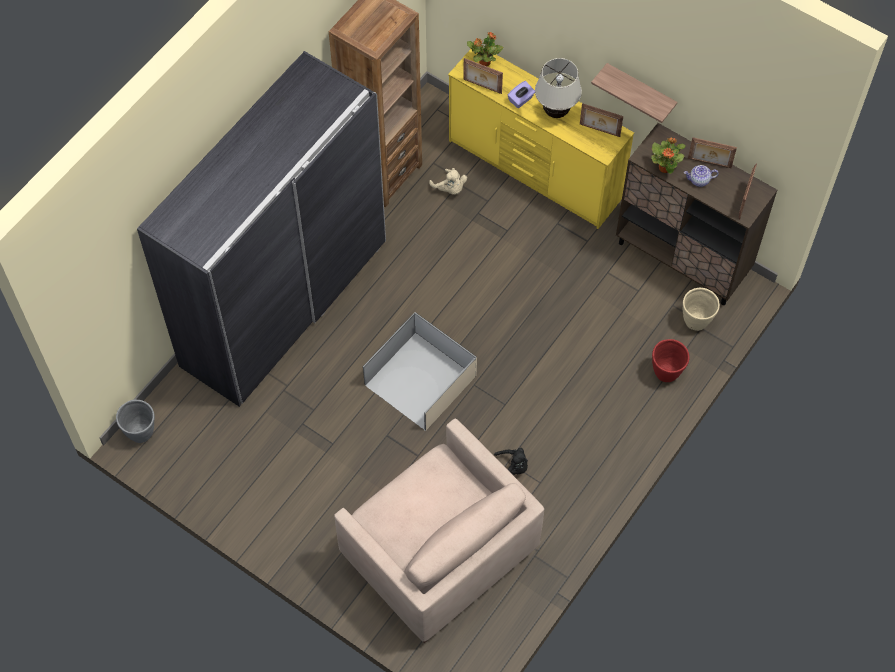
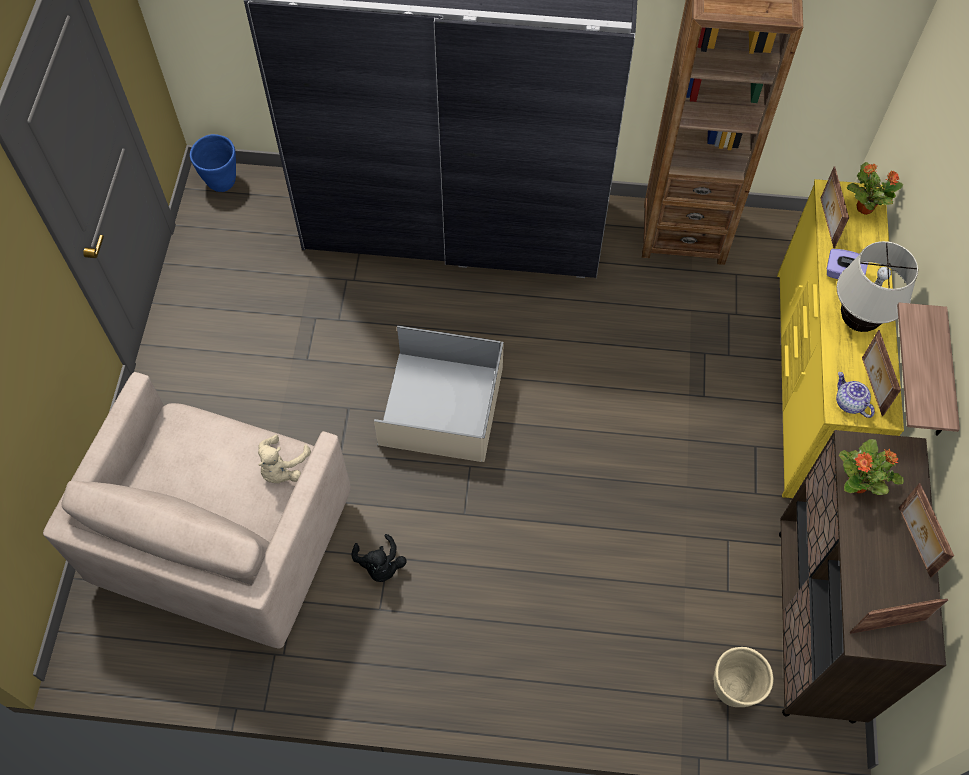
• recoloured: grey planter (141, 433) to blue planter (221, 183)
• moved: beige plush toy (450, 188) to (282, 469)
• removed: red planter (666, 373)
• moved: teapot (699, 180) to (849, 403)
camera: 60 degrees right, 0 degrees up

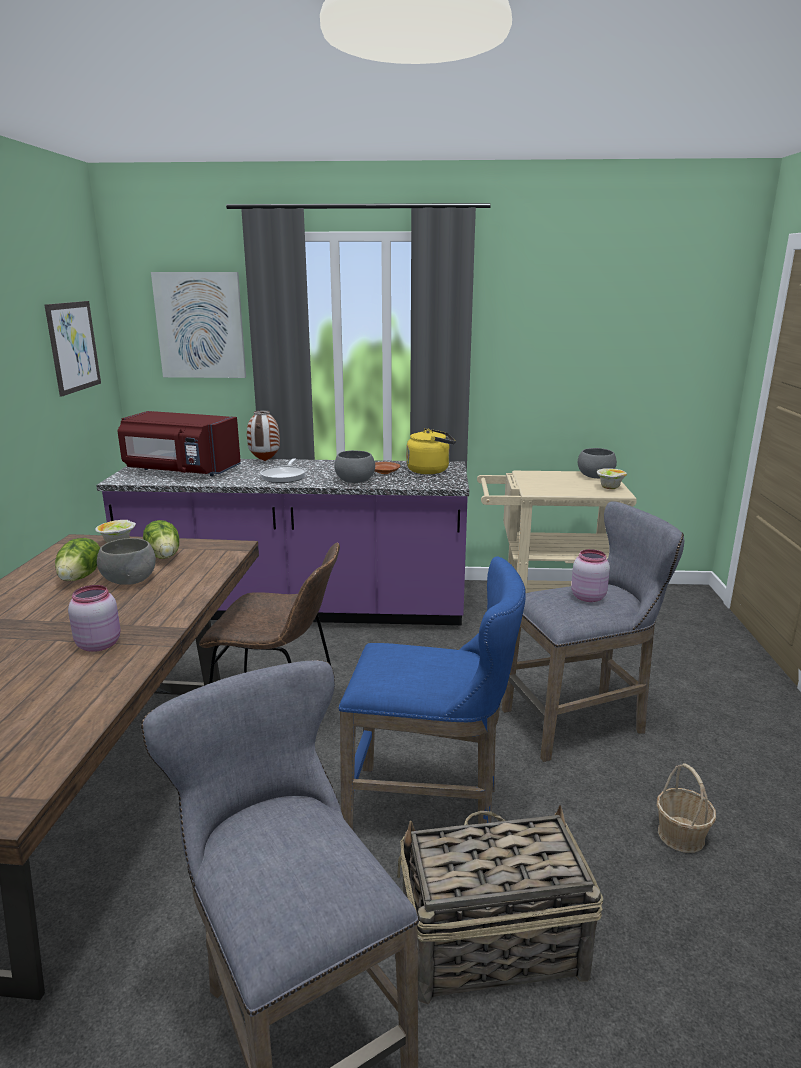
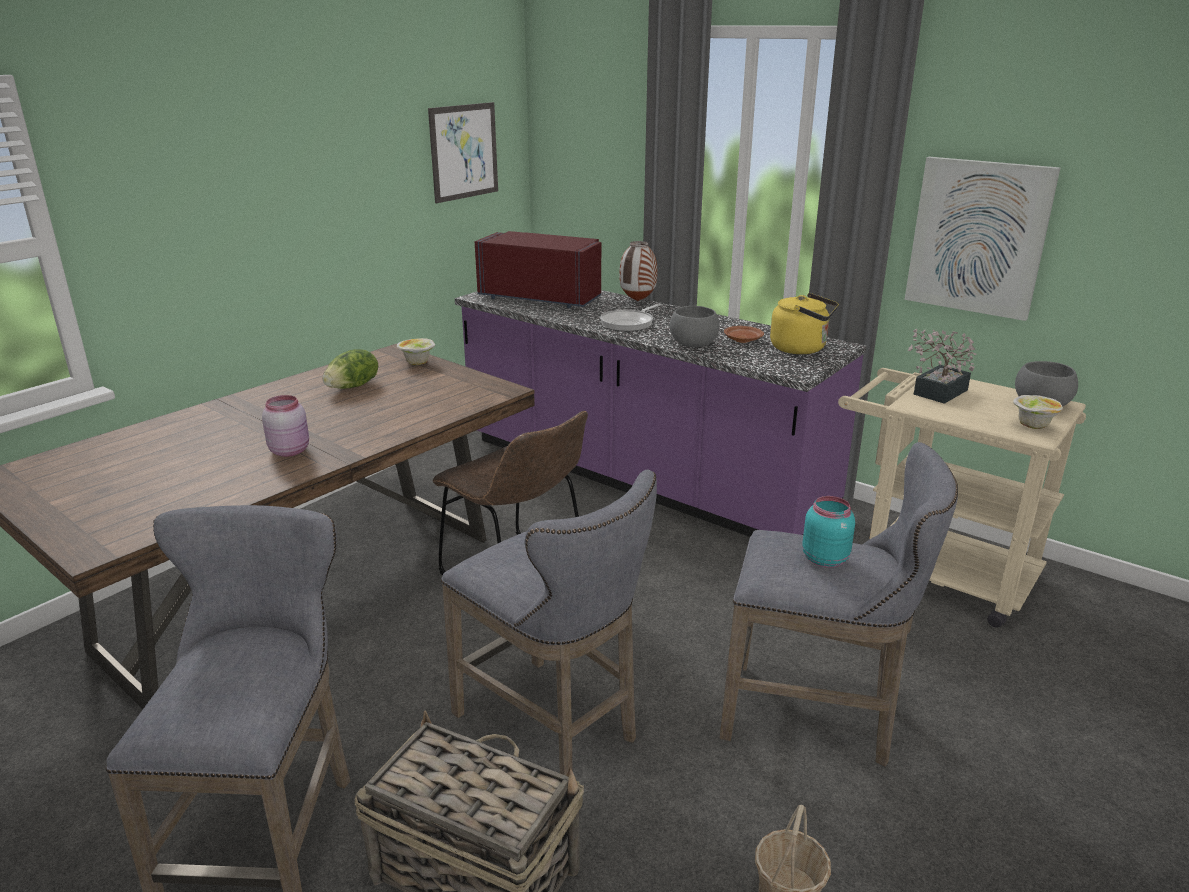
• removed: grey bowl (128, 579)
• turned: red microwave (180, 470) = (543, 297) 150 degrees clockwise
• removed: lettuce (165, 555)
• moved: picture (200, 325) to (978, 237)
• recoloured: blue stool (431, 810) to grey stool (553, 729)
• recoloured: pink jar (587, 597) to turquoise jar (824, 558)
• added: potted plant (936, 394)
camera: 35 degrees right, 5 degrees up

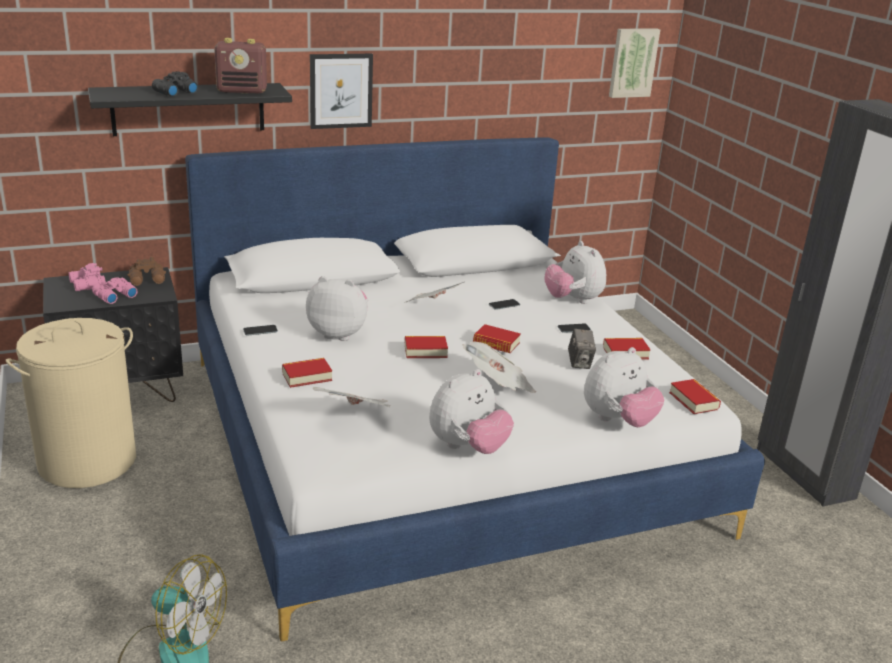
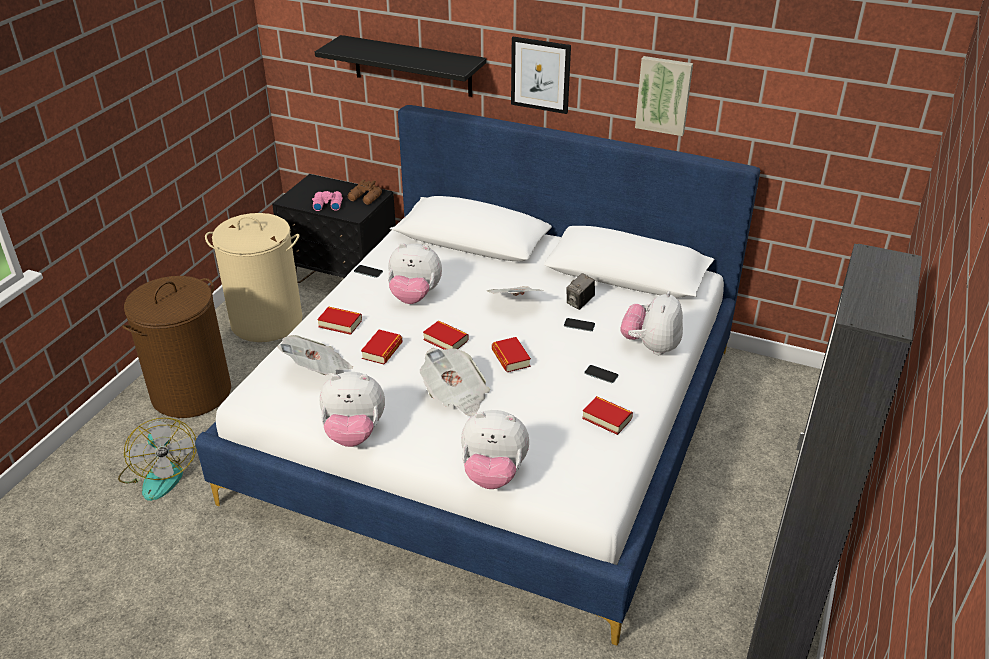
• removed: pink binoculars (87, 285)
• removed: black binoculars (174, 92)
• removed: radio (242, 91)
• turned: plush toy (339, 333) = (414, 297) 135 degrees clockwise
• moved: photo camera (579, 363) to (580, 303)
• moved: picture (632, 62) to (664, 95)
• moved: book (693, 401) to (382, 351)
• added: brown laundry basket (191, 392)
camera: 45 degrees right, 10 degrees up

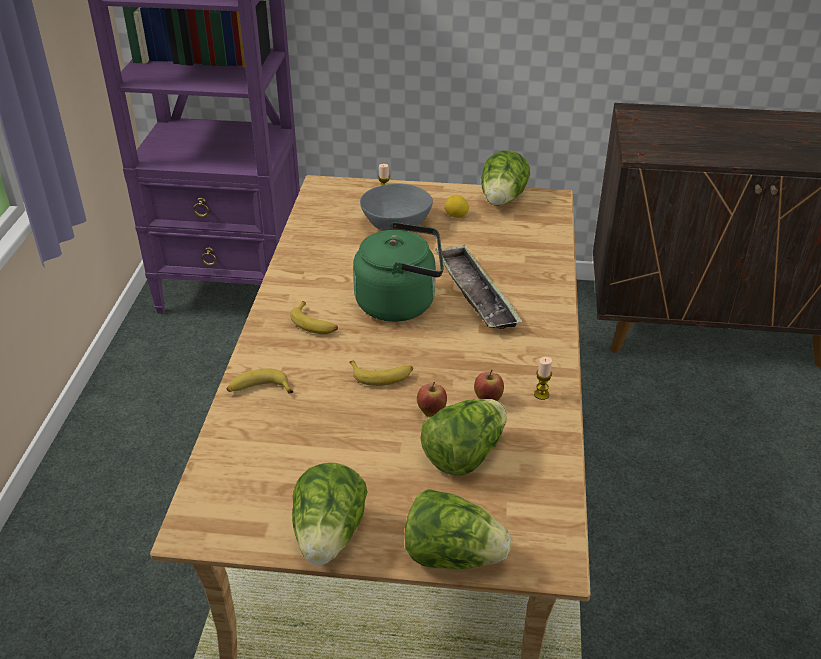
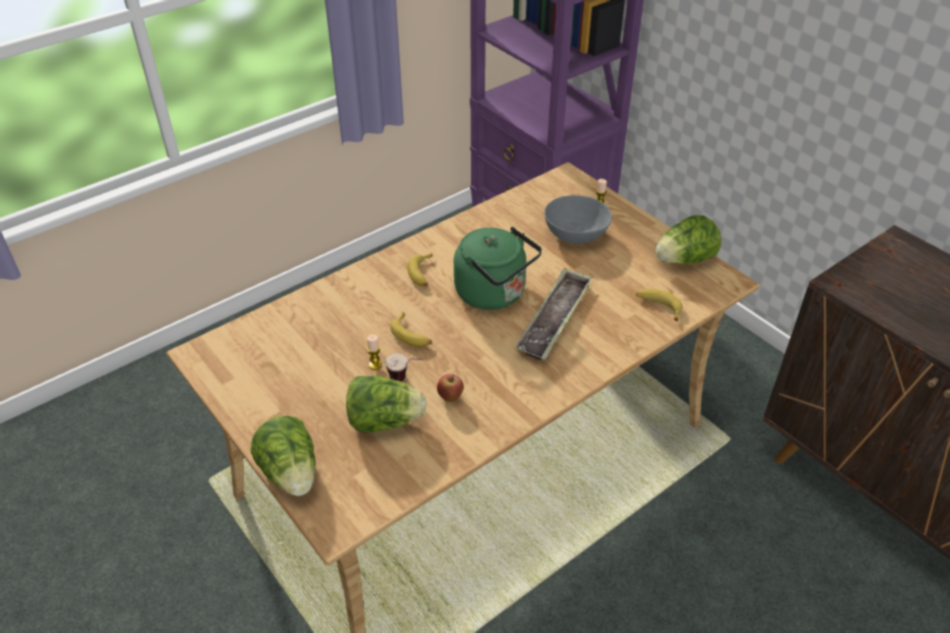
• moved: banana (259, 389) to (658, 306)
• removed: lettuce (329, 536)
• replaced: apple (431, 412) to cup (406, 379)
• removed: lemon (456, 216)
• moved: candle (541, 394) to (375, 365)
camera: 45 degrees right, 5 degrees up

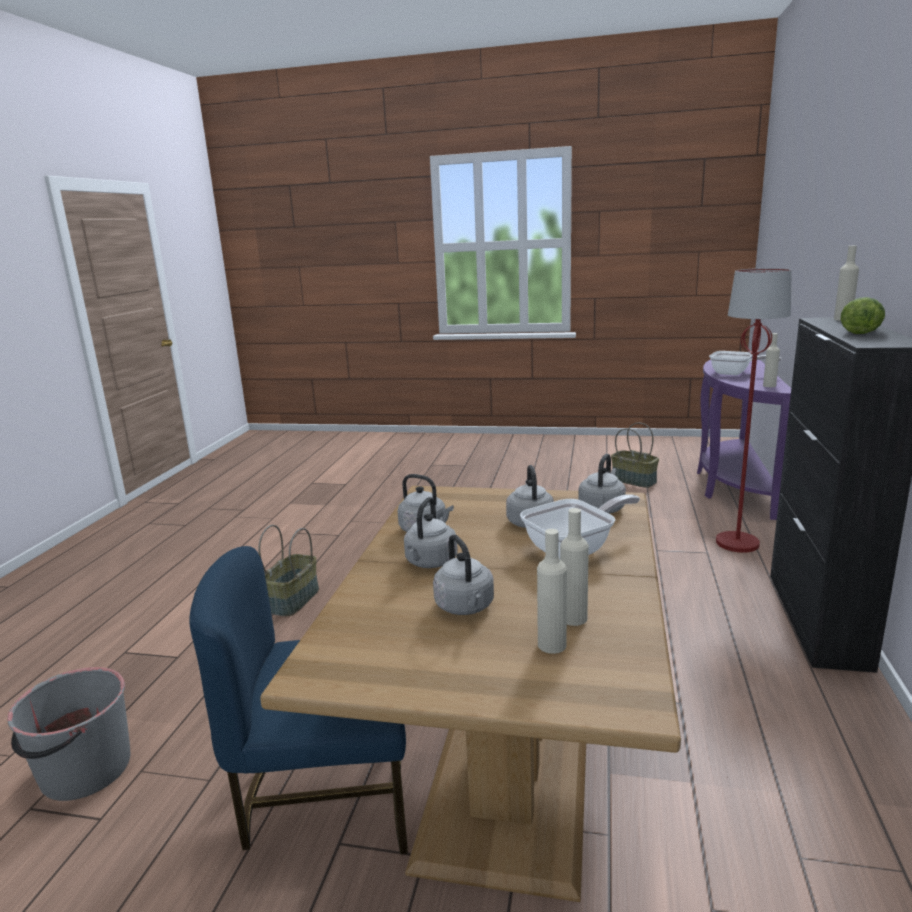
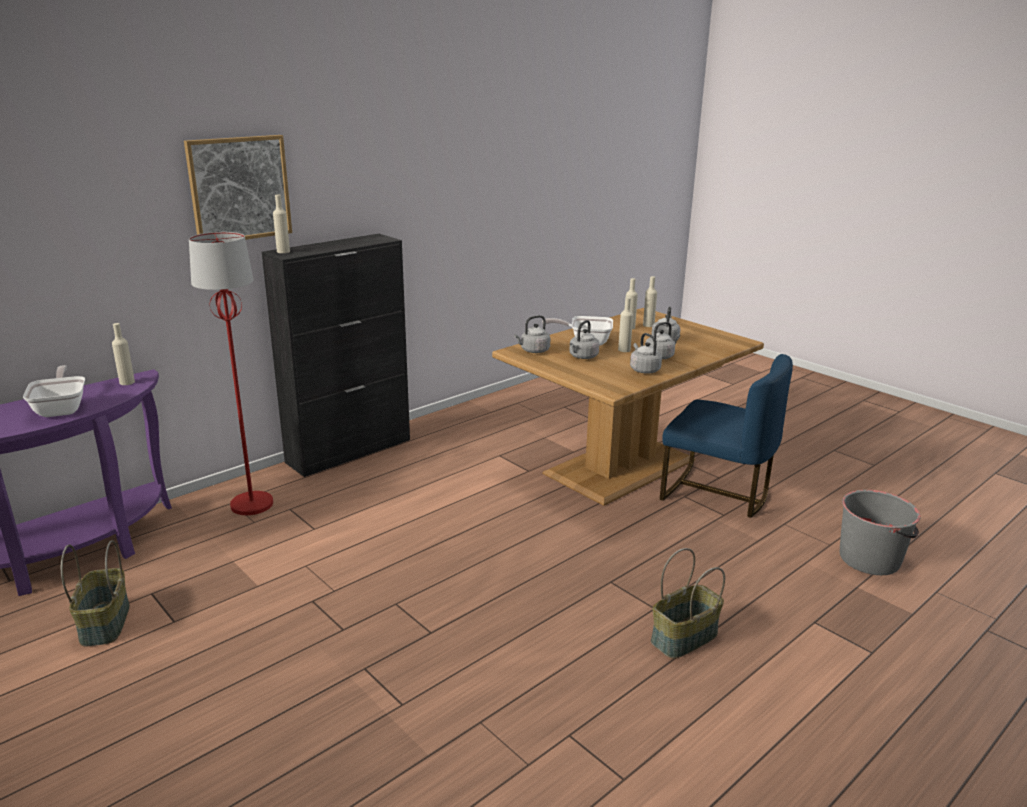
• removed: lettuce (860, 331)
• added: picture (239, 189)
• added: beige bottle (624, 350)
camera: 145 degrees left, 5 degrees up

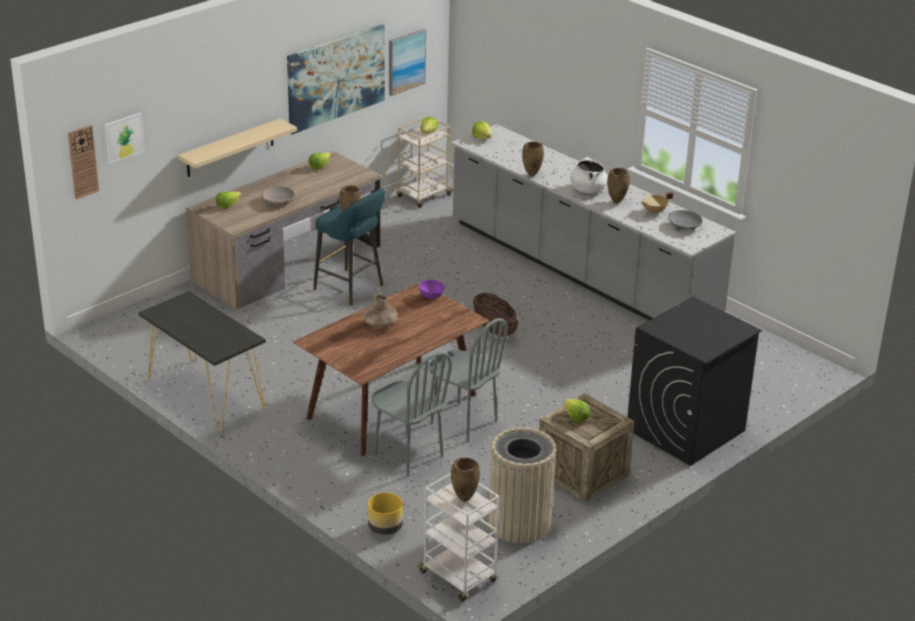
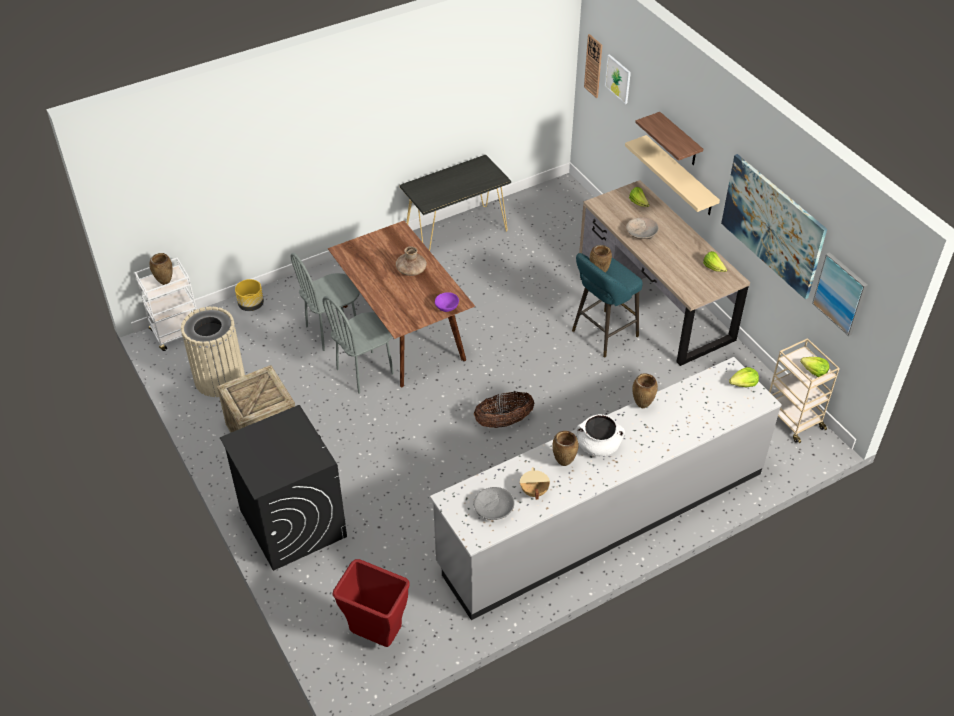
• removed: lettuce (575, 417)
• added: red trash can (375, 636)
• added: shelf (679, 140)
camera: 105 degrees right, 15 degrees up

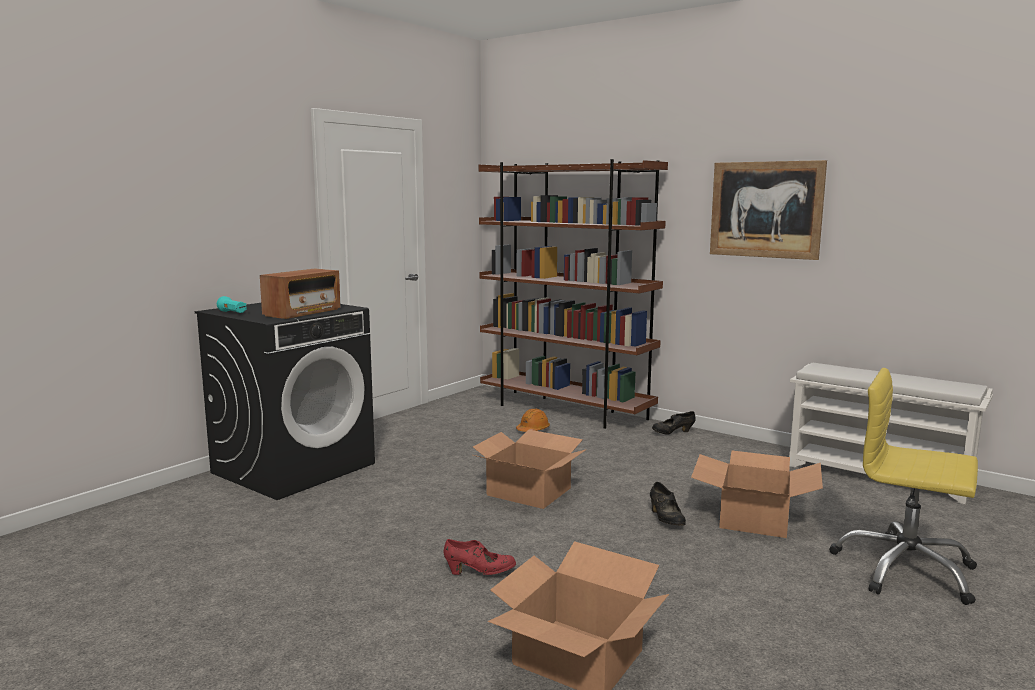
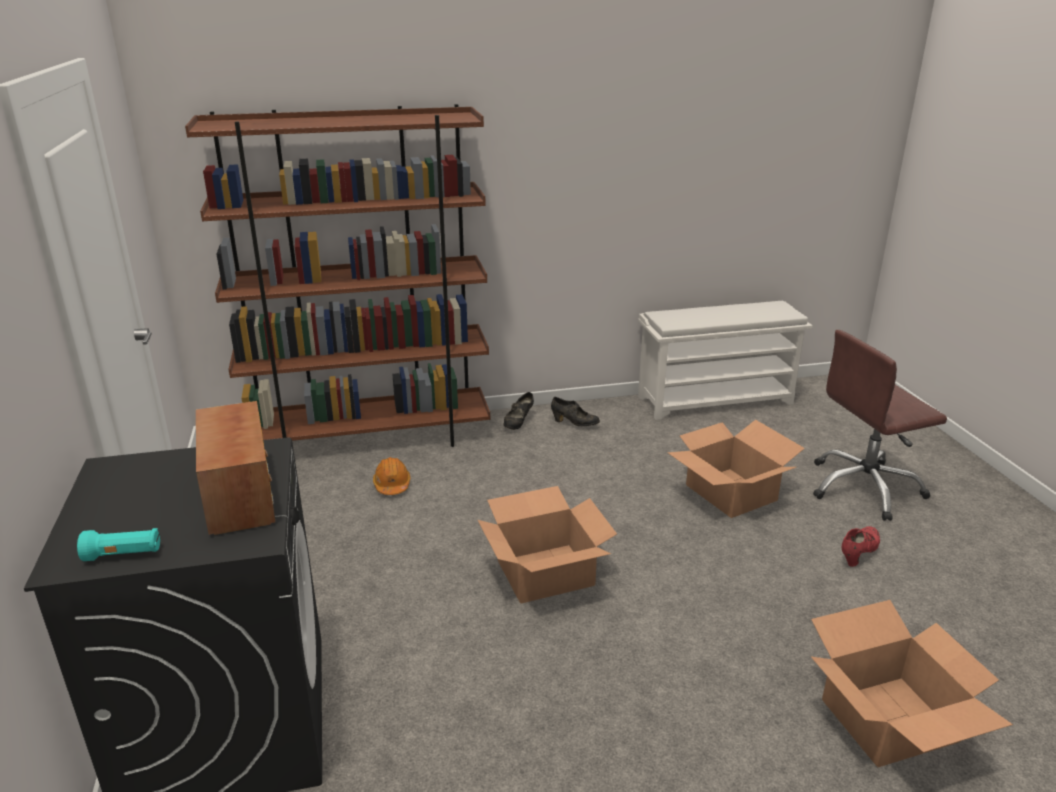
• moved: red shoe (479, 573) to (858, 553)
• moved: black shoe (666, 520) to (574, 424)
• removed: picture (765, 209)
• recoloured: yellow office chair (904, 570) to brown office chair (865, 488)
camera: 50 degrees left, 15 degrees up

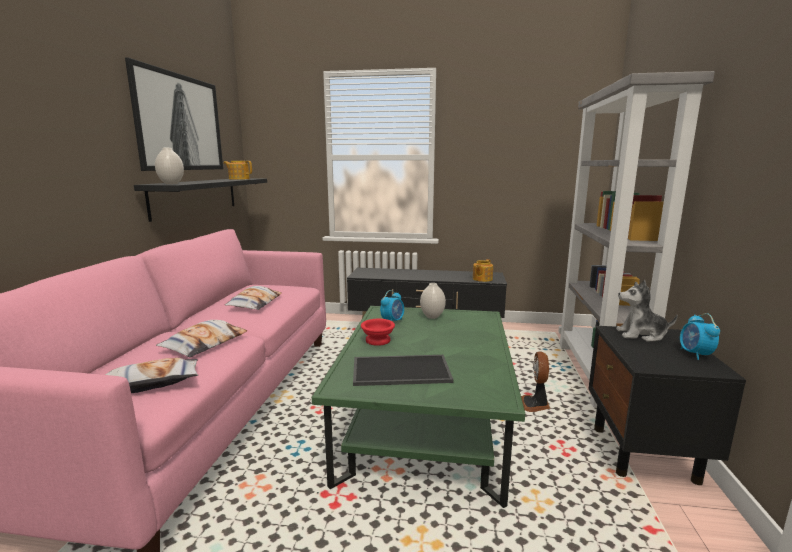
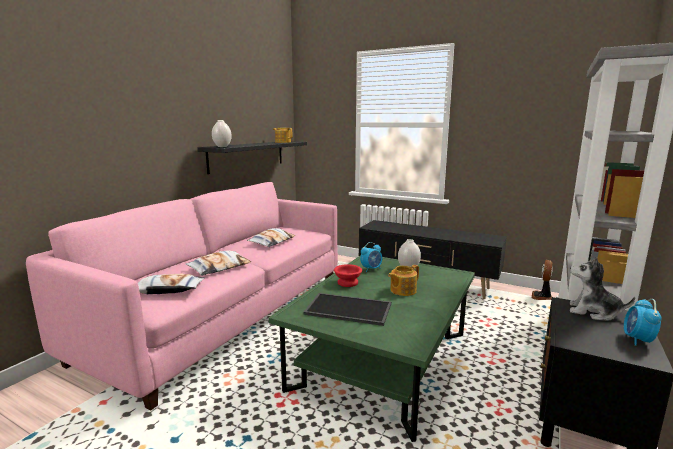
• removed: picture (180, 123)
• moved: teapot (482, 279) to (402, 290)
• moved: fan (535, 405) to (542, 296)
camera: 20 degrees right, 0 degrees up

